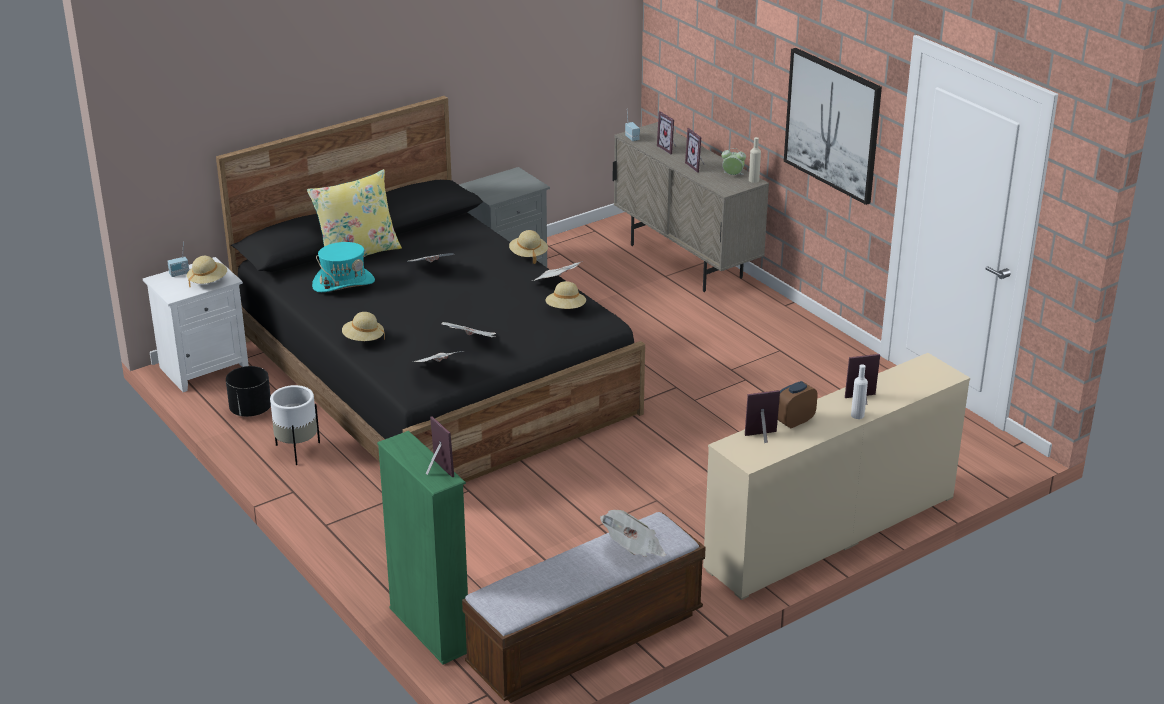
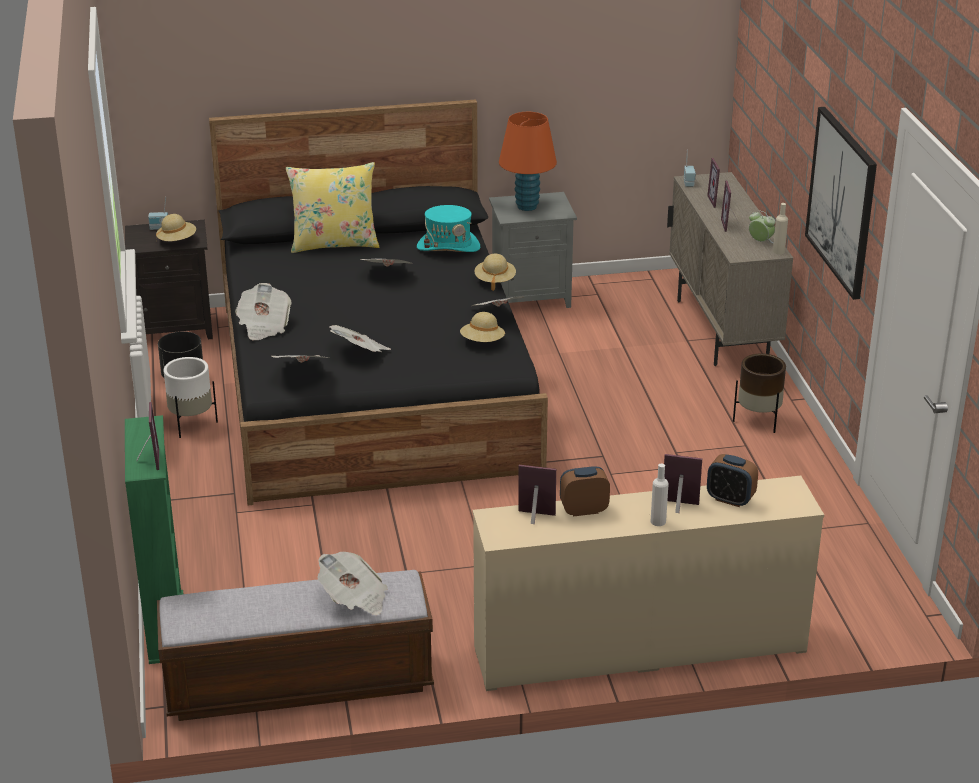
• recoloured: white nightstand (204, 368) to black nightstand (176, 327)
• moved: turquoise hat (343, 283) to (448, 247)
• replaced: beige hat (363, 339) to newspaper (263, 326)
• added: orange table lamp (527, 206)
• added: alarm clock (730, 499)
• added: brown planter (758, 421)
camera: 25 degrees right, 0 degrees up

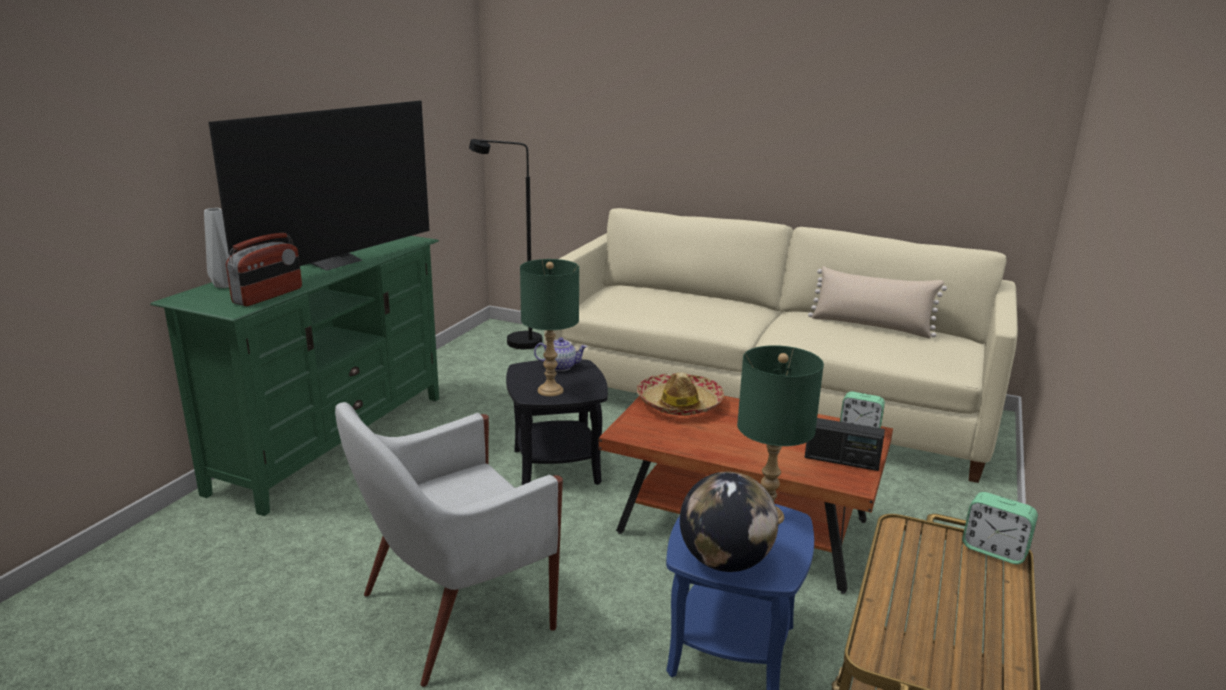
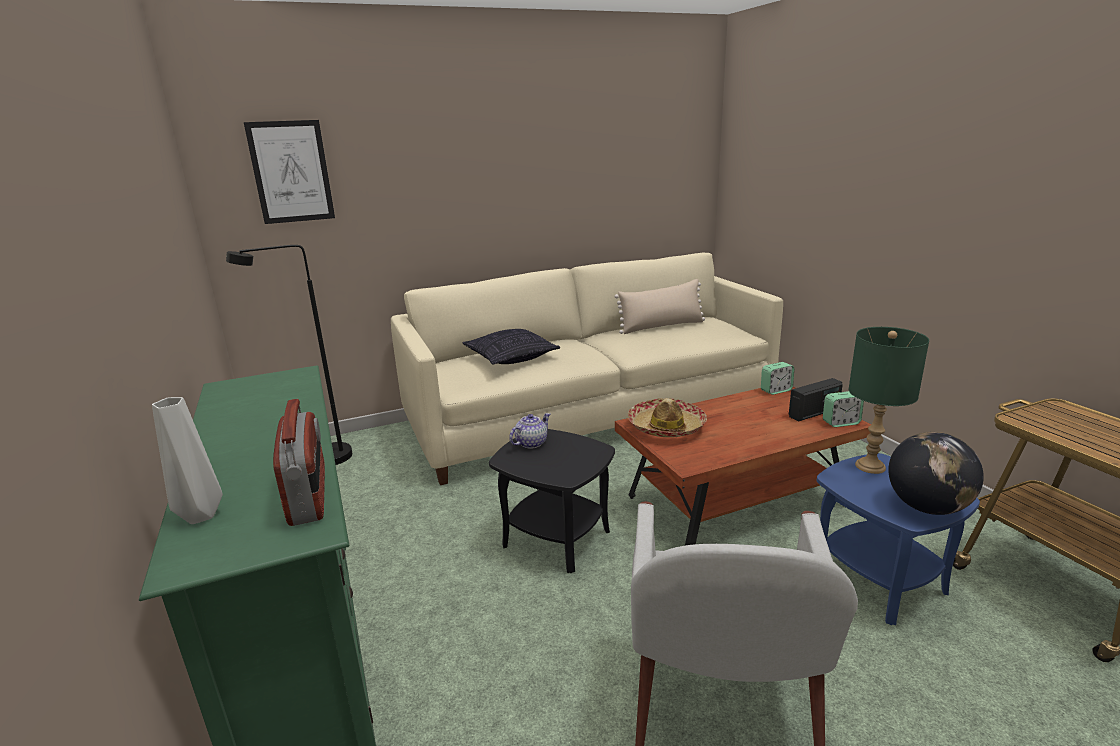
• removed: television (335, 262)
• removed: green table lamp (551, 390)
• moved: alarm clock (994, 550) to (840, 423)
• added: picture (291, 172)
• added: pillow (511, 358)
camera: 45 degrees left, 0 degrees up

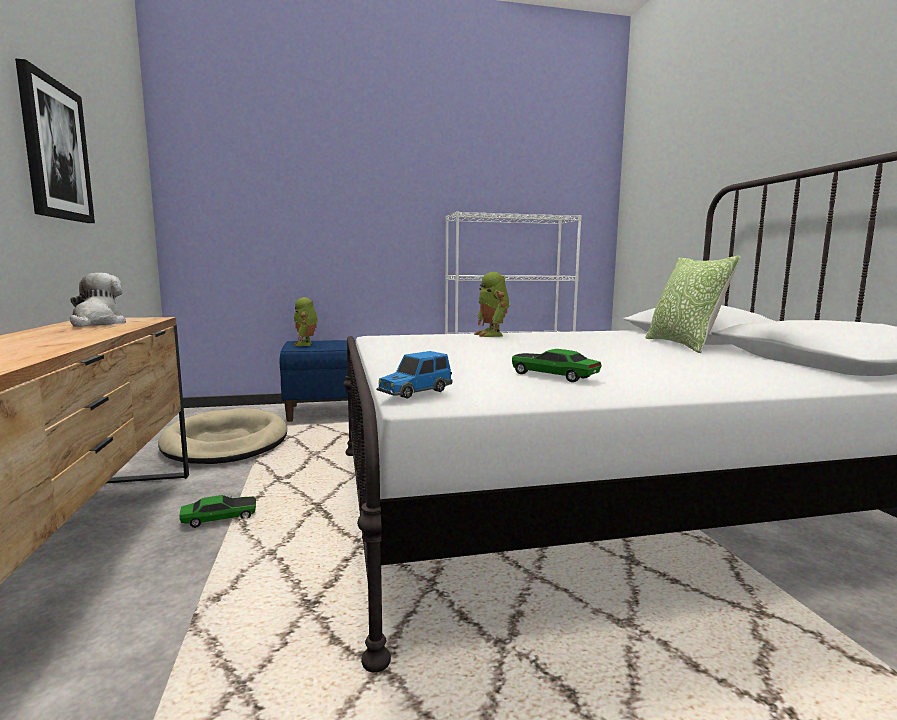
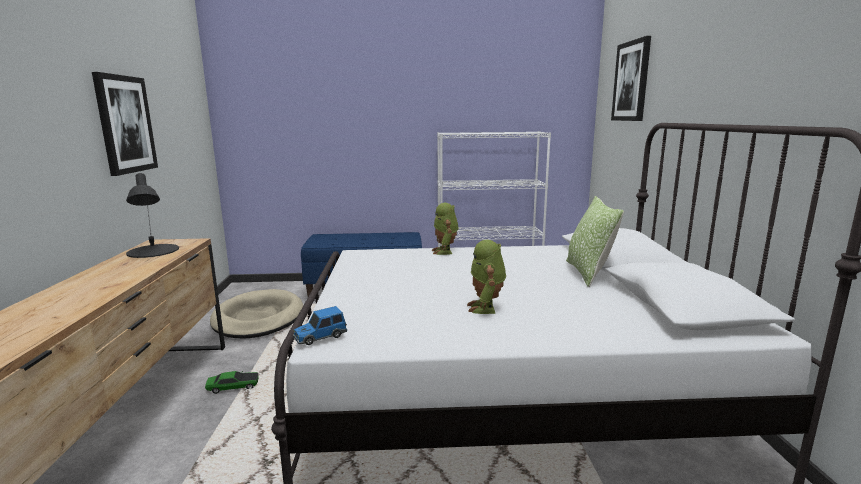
• replaced: plush toy (97, 324) to black table lamp (152, 251)
• moved: toy robot (306, 344) to (486, 308)
• removed: toy car (554, 376)
• added: picture (631, 81)
camera: 10 degrees right, 5 degrees up

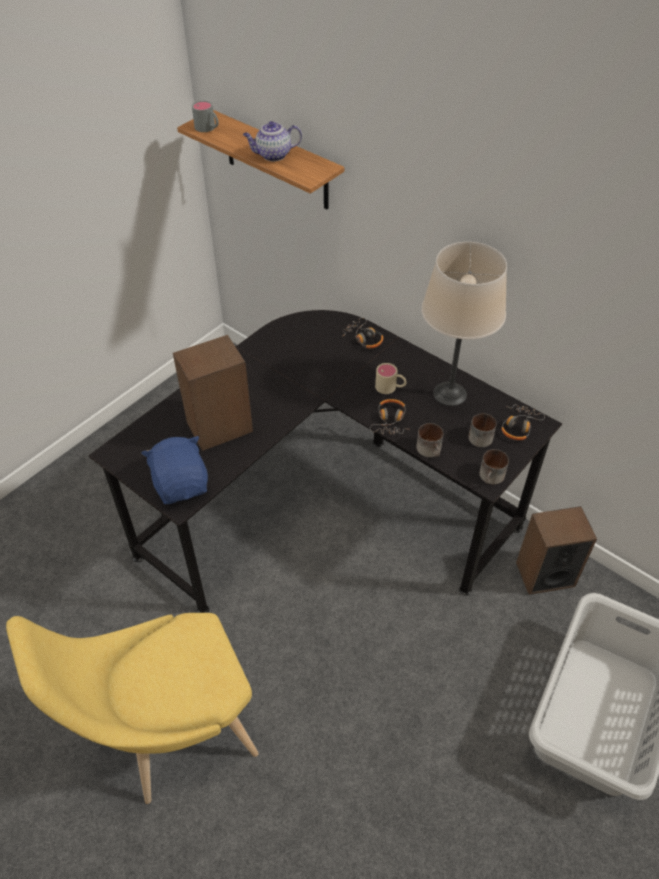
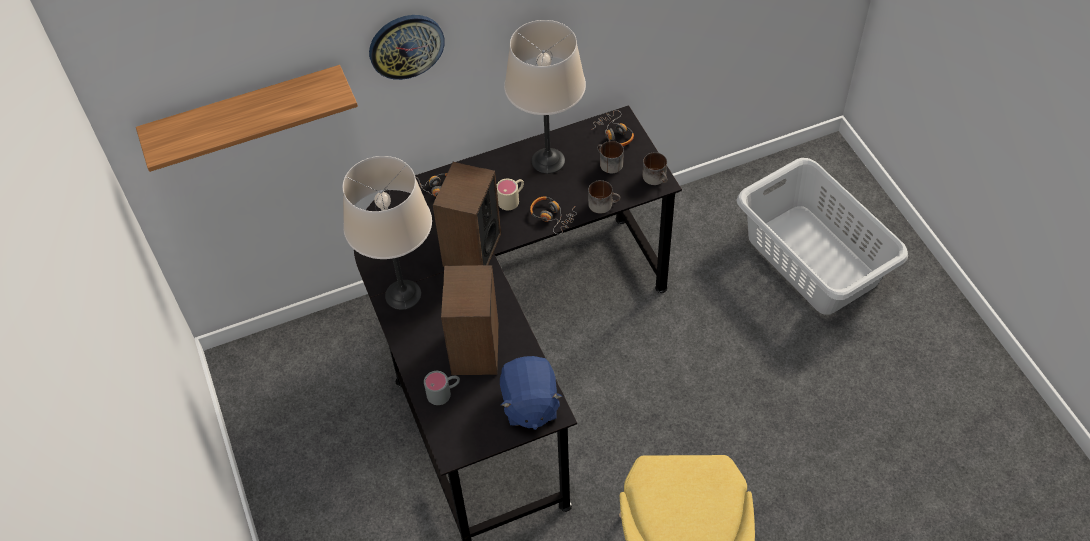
• turned: blue plush toy (181, 484) = (529, 404) 105 degrees counterclockwise
• moved: grey mug (208, 128) to (444, 392)
• removed: teapot (273, 155)
• moved: speaker (545, 574) to (471, 249)
• added: beige table lamp (403, 295)
• added: wall clock (406, 45)
camera: 60 degrees left, 5 degrees up

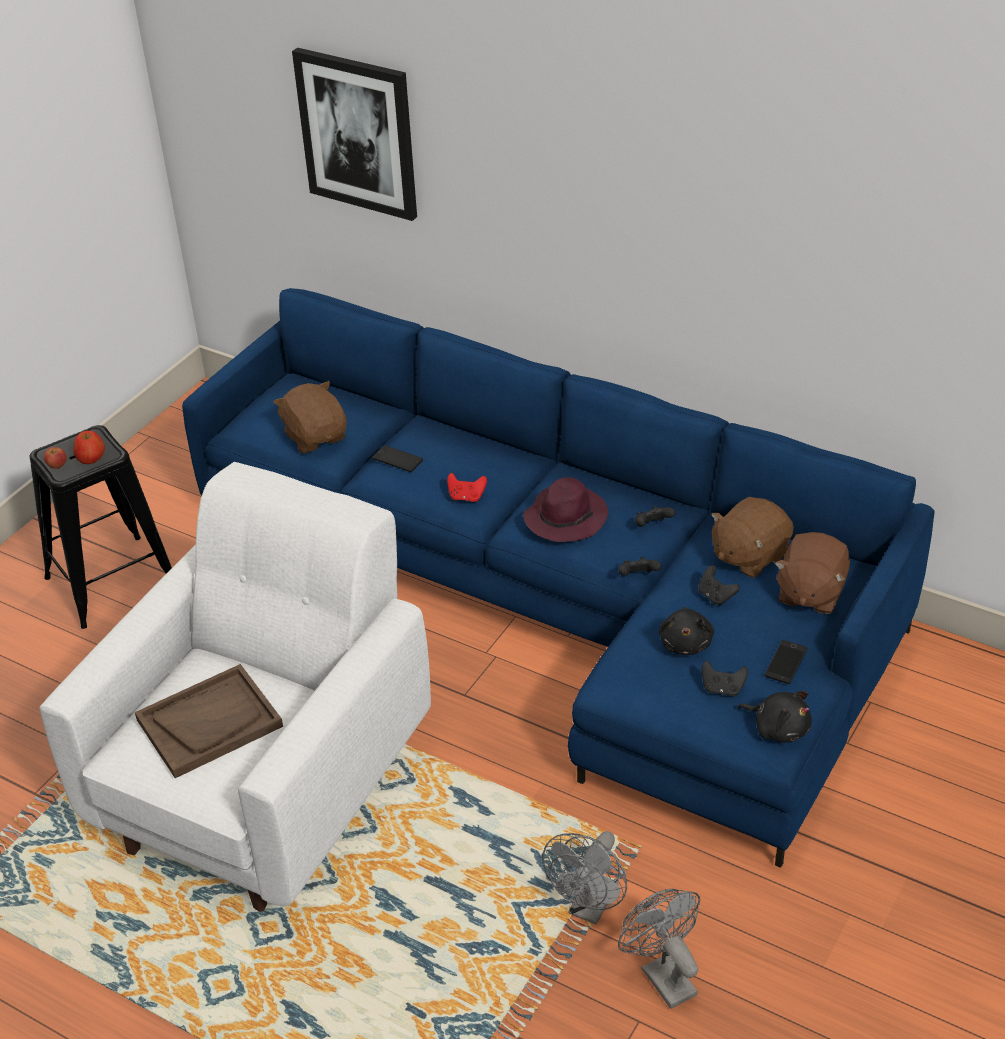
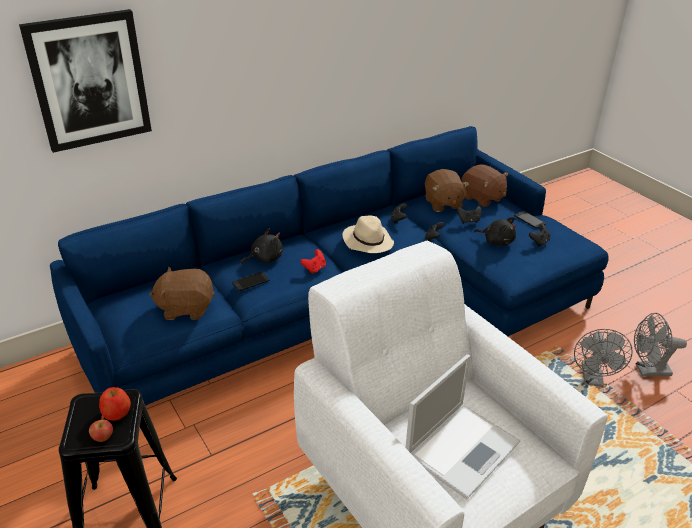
• replaced: brown tray (209, 723) to laptop (463, 447)
• recoloured: purple hat (566, 517) to beige hat (367, 241)
• turned: grey fan (590, 908) = (593, 379) 45 degrees clockwise
• moved: black plush toy (778, 728) to (264, 258)
camera: 65 degrees left, 5 degrees down

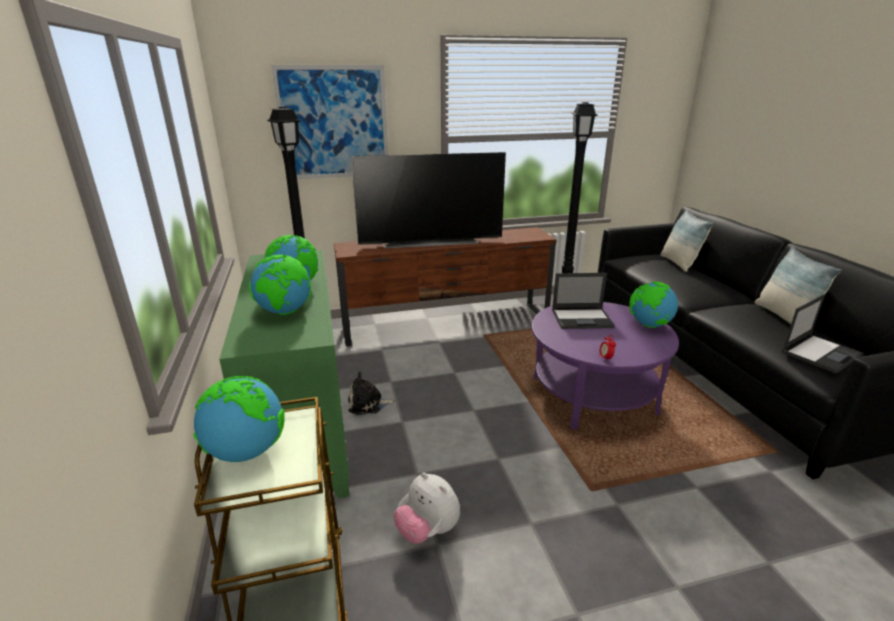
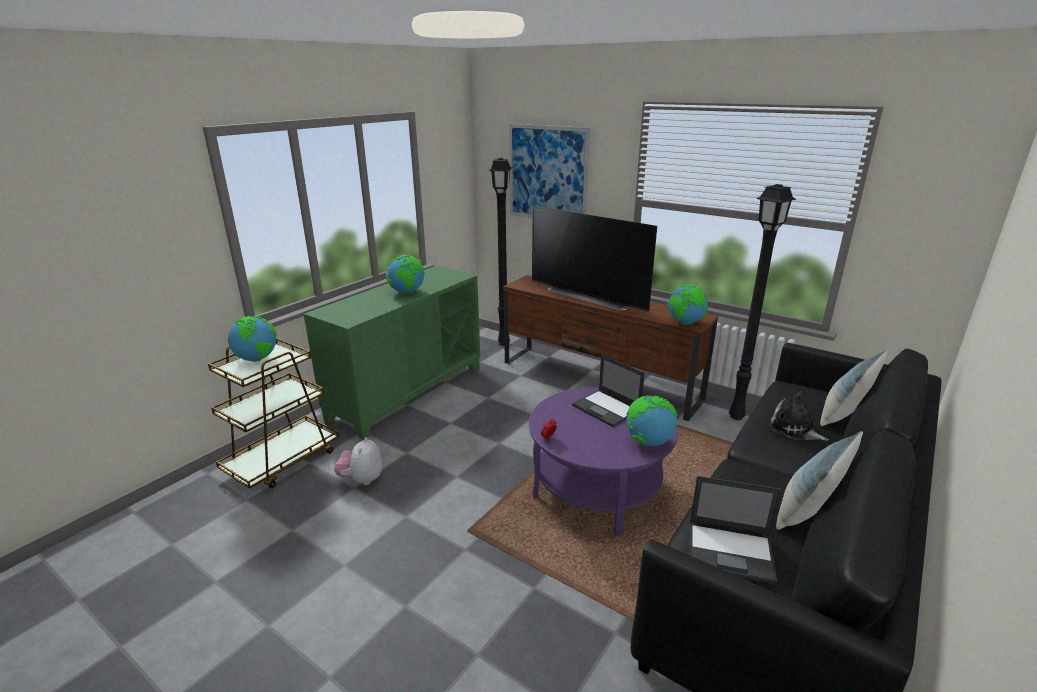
• moved: globe (285, 312) to (685, 323)
• moved: plush toy (368, 404) to (794, 429)
camera: 50 degrees right, 0 degrees up

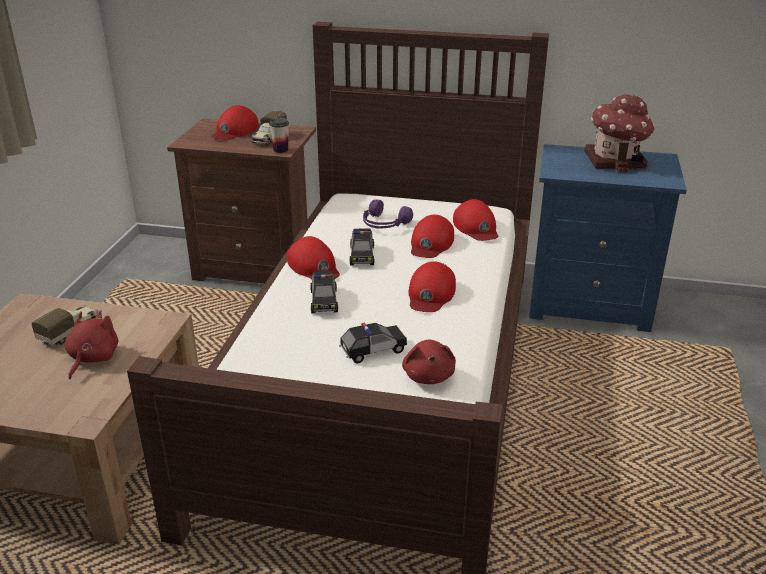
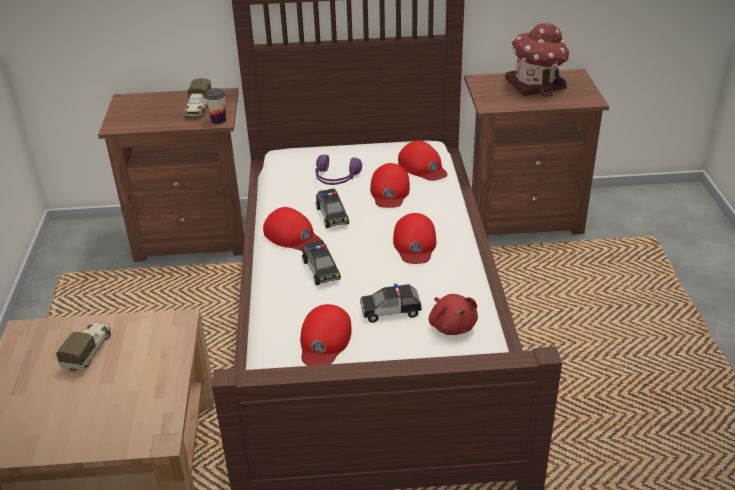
• removed: red plush toy (92, 358)
• moved: red cap (234, 131) to (324, 340)
• turned: toy car (373, 350) = (391, 311) 150 degrees counterclockwise
• recoloured: blue nightstand (590, 304) to brown nightstand (522, 216)
camera: 15 degrees left, 5 degrees up

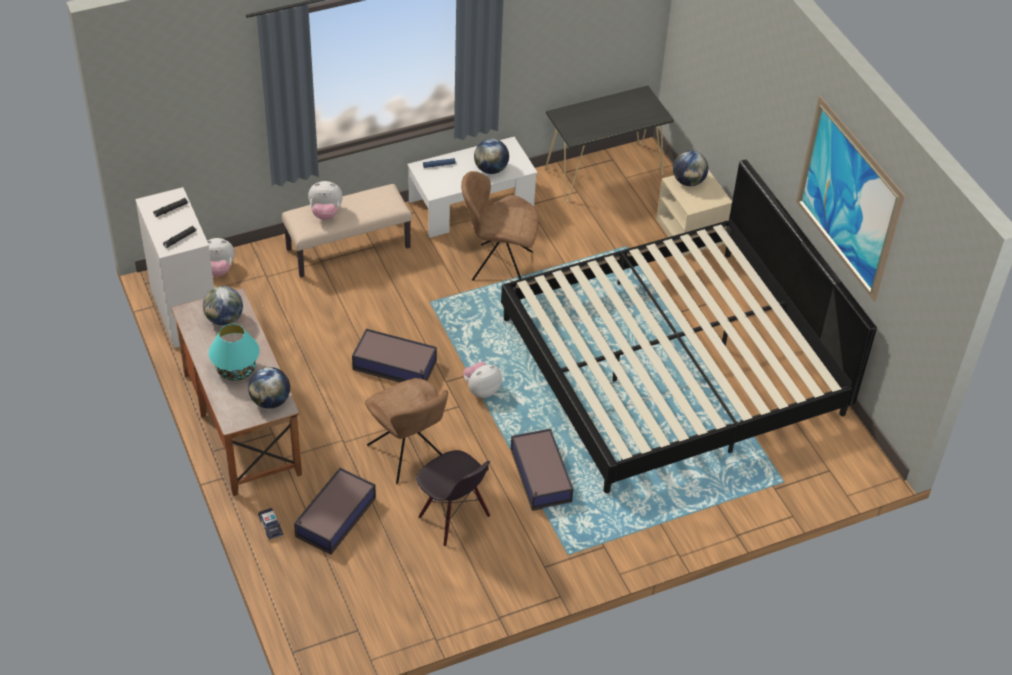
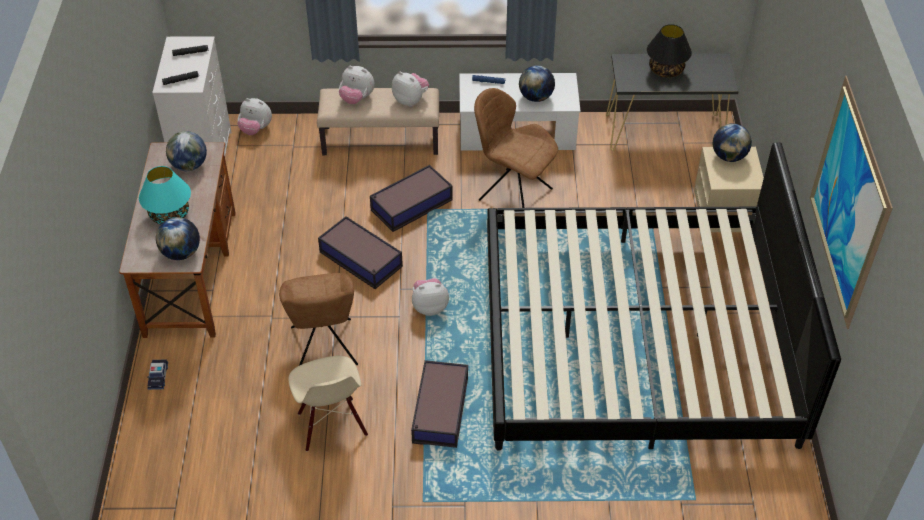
• moved: storage box (334, 517) to (410, 205)
• recoloured: black chair (453, 517) to beige chair (331, 425)
• added: plush toy (410, 100)
• added: black table lamp (666, 70)
camera: 25 degrees right, 0 degrees up

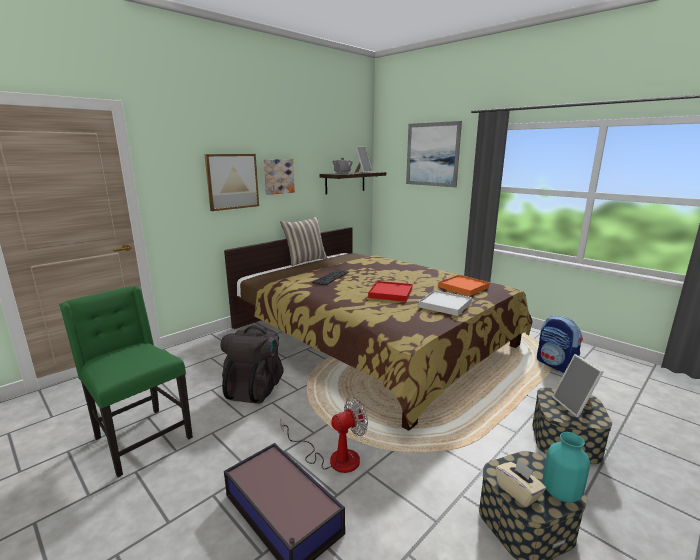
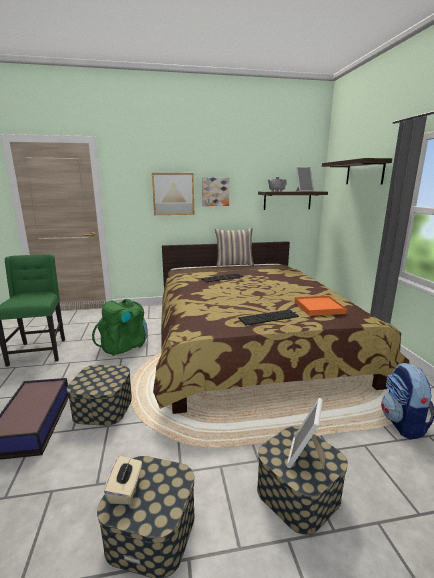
• recoloured: black backpack (255, 388) to green backpack (124, 346)
• replaced: fan (334, 458) to storage box (103, 407)
• removed: red tray (390, 293)
• replaced: picture (432, 154) to shelf (364, 172)
• replaced: white tray (445, 305) to keyboard (268, 317)
• removed: turquoise vase (561, 493)
camera: 35 degrees right, 0 degrees up

